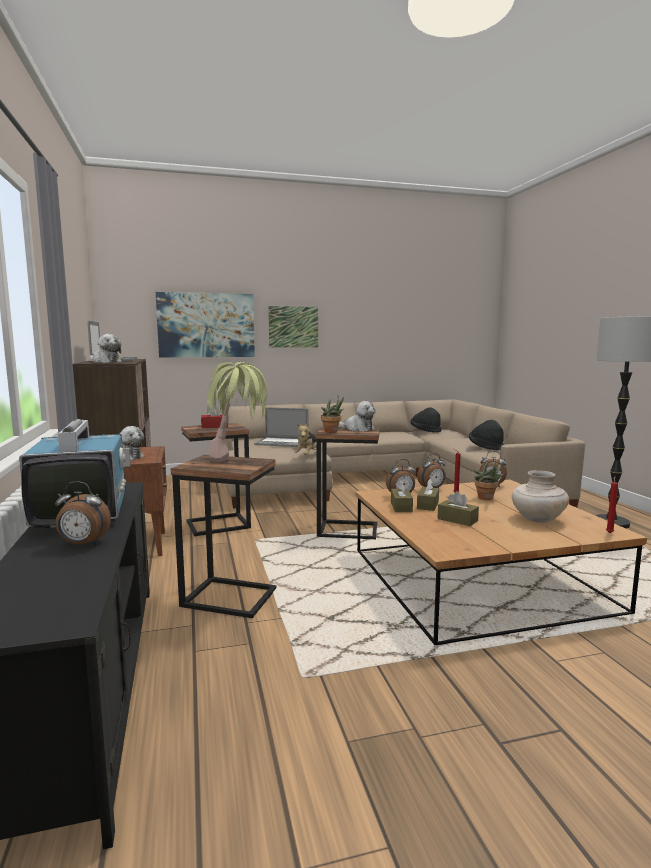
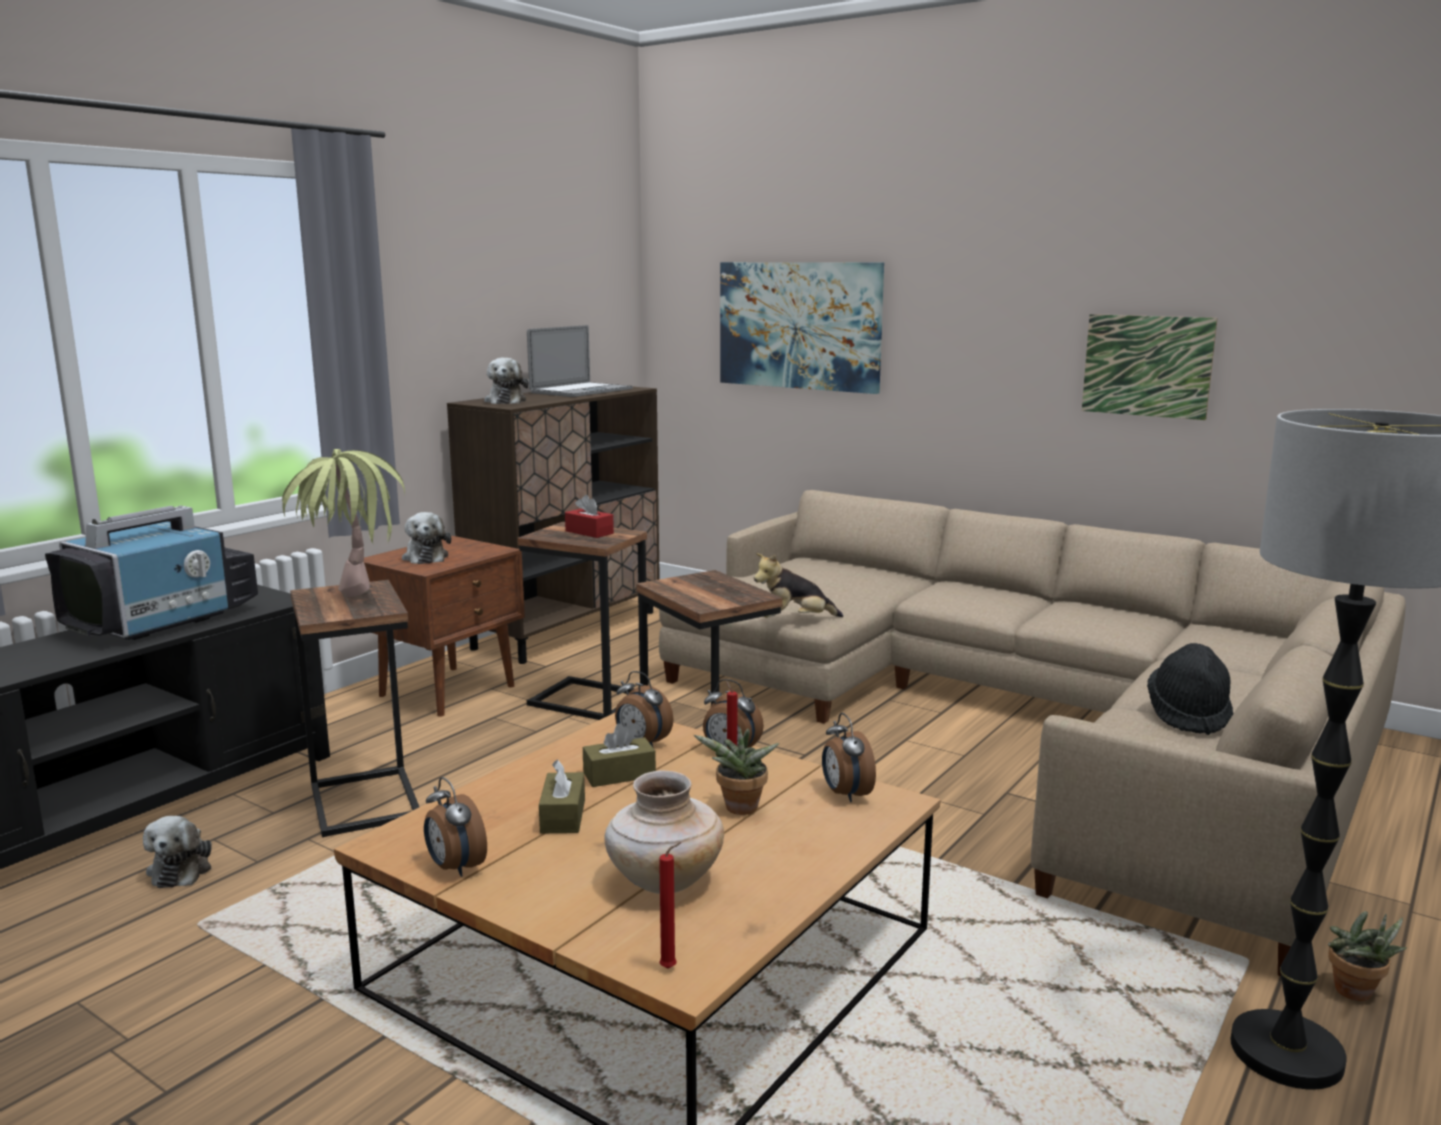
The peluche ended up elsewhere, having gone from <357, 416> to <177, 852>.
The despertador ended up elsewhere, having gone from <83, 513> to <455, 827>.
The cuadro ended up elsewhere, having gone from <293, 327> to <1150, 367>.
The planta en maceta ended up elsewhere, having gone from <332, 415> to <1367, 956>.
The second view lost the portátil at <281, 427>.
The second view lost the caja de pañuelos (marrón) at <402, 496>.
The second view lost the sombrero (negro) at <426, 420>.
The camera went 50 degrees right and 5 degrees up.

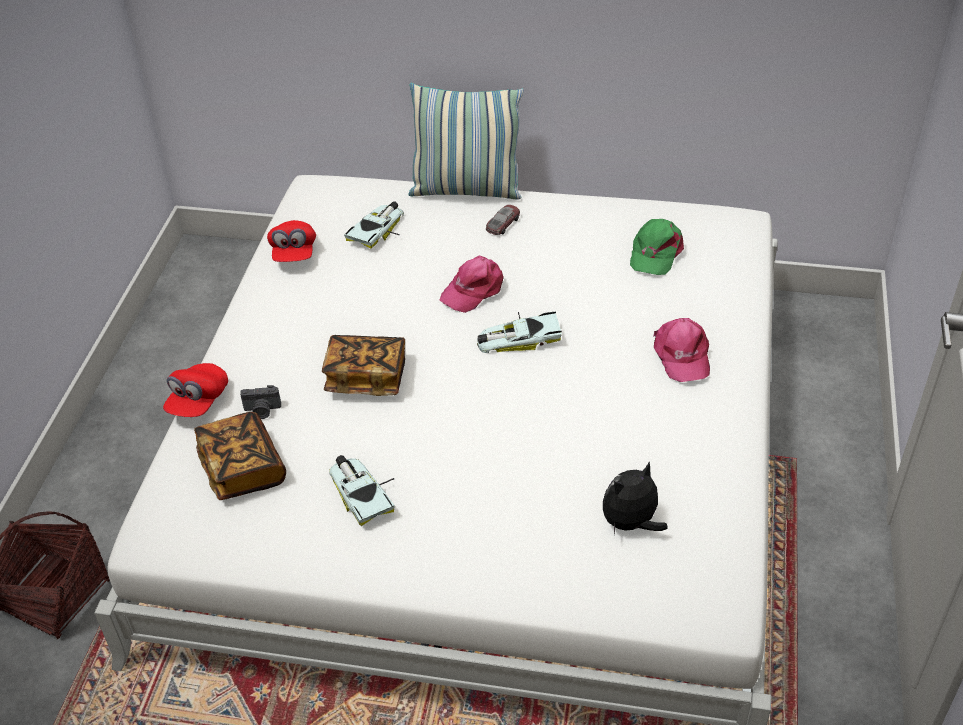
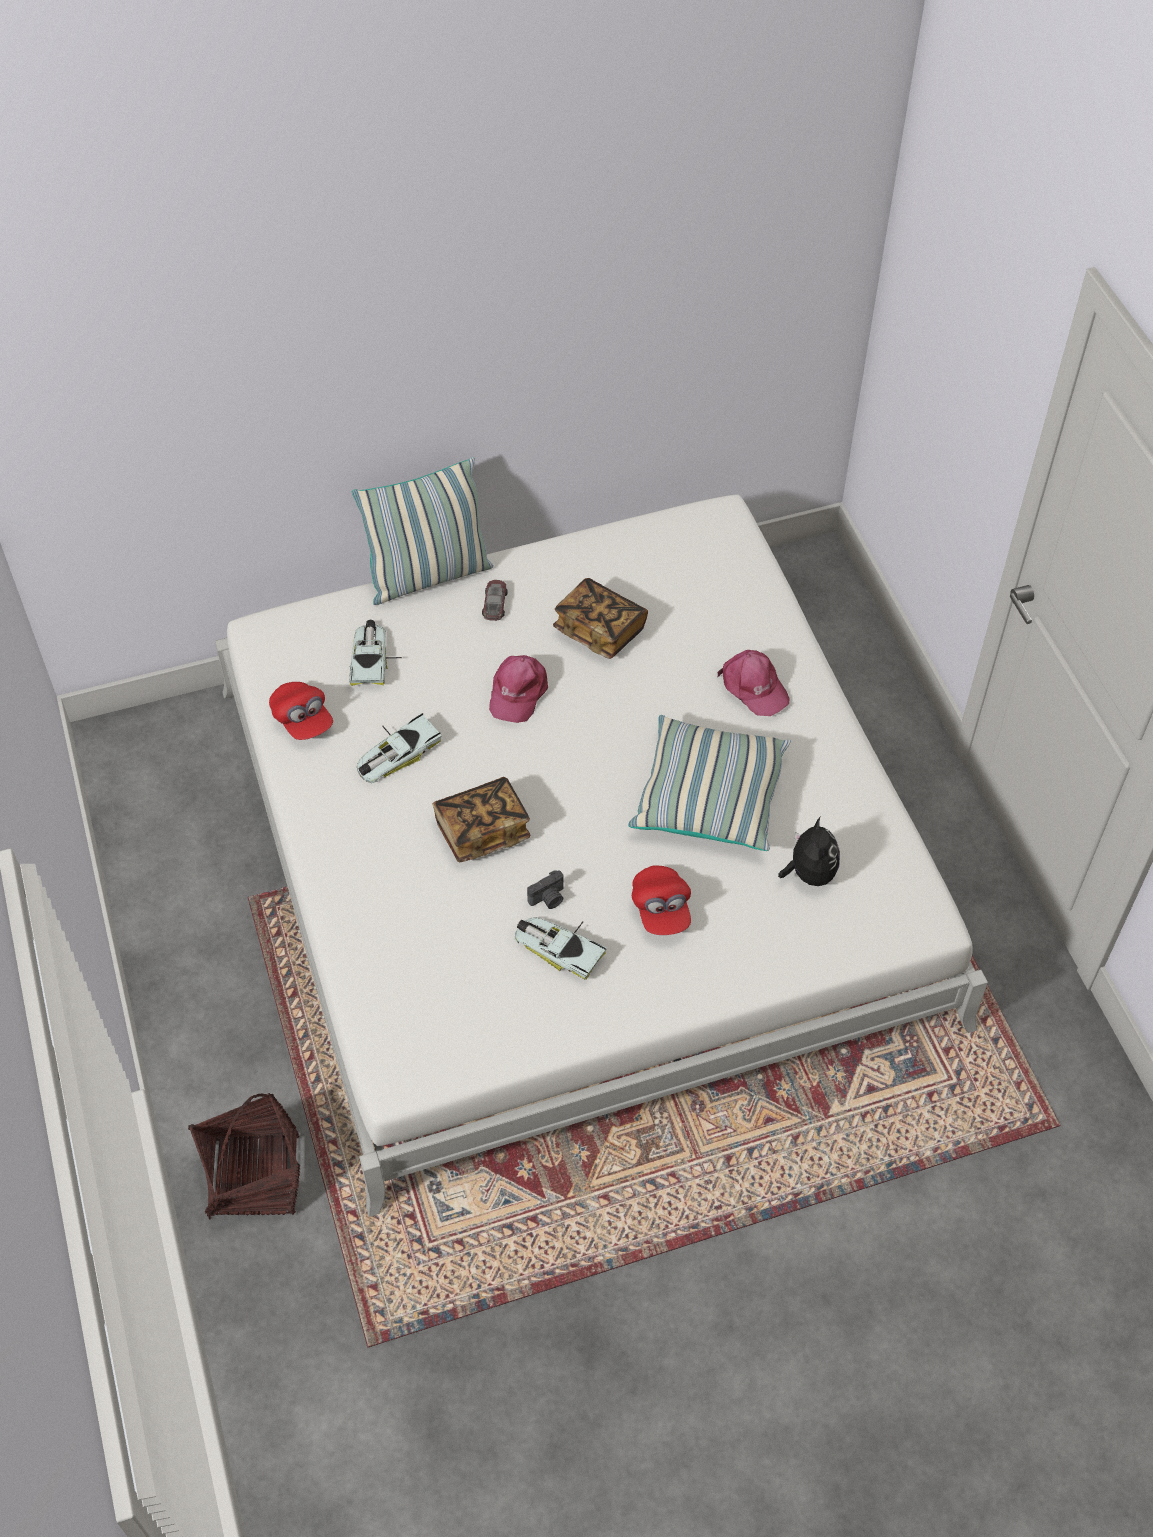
The coche de juguete ended up elsewhere, having gone from <519, 332> to <399, 748>.
The cámara ended up elsewhere, having gone from <260, 402> to <545, 889>.
The libro ended up elsewhere, having gone from <240, 456> to <600, 618>.
The second view gained the cojín at <709, 783>.
The gorra (rojo) ended up elsewhere, having gone from <195, 390> to <661, 900>.
The peluche at <635, 497> ended up facing another way, 150 degrees clockwise from before.
The second view lost the gorra (verde) at <657, 247>.
The camera went 30 degrees left and 10 degrees up.

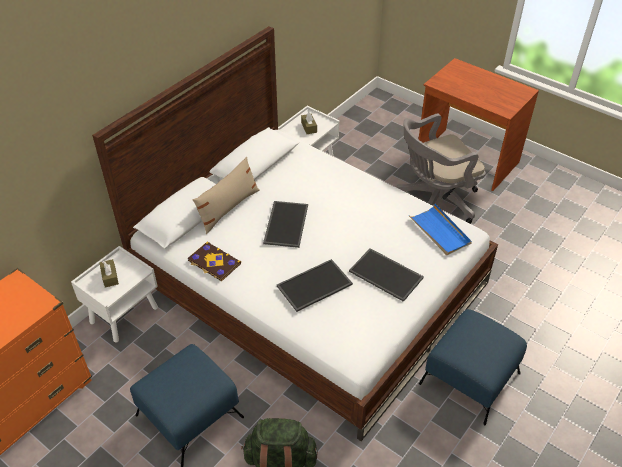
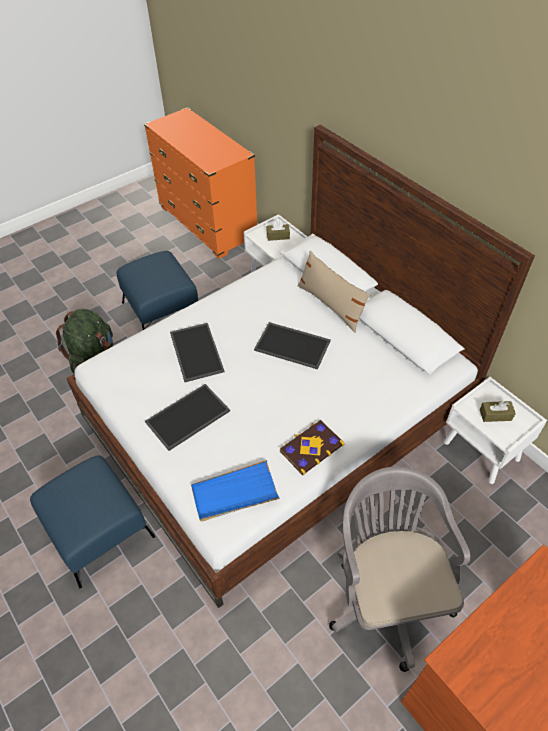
The libro ended up elsewhere, having gone from <214, 261> to <312, 447>.
The camera went 105 degrees right and 5 degrees up.

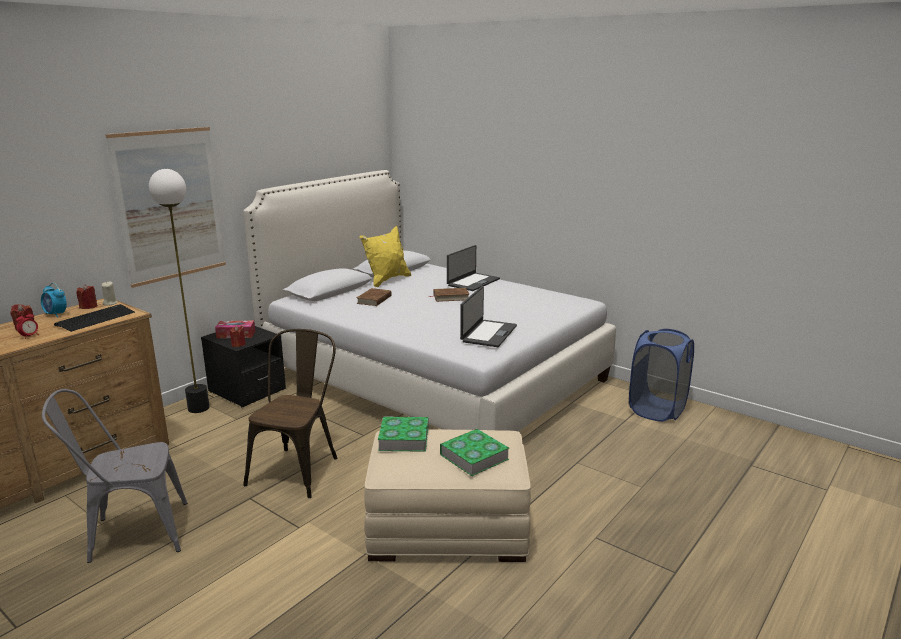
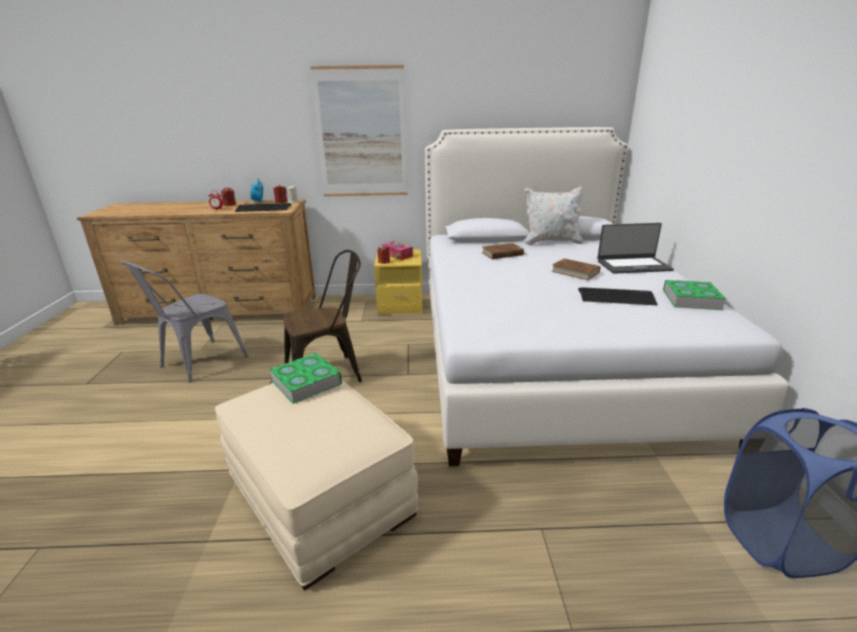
The silla (gris) at <114, 476> ended up facing another way, 90 degrees counterclockwise from before.
What was the mesita de noche (negro) at <243, 366> turned into the mesita de noche (amarillo) at <398, 281>.
What was the cojín (amarillo) at <385, 256> turned into the cojín (blanco) at <553, 215>.
The second view gained the teclado at <618, 296>.
The libro ended up elsewhere, having gone from <474, 452> to <694, 295>.
The second view lost the lámpara de pie at <179, 291>.
The second view lost the portátil at <488, 316>.
The camera went 50 degrees right and 5 degrees up.

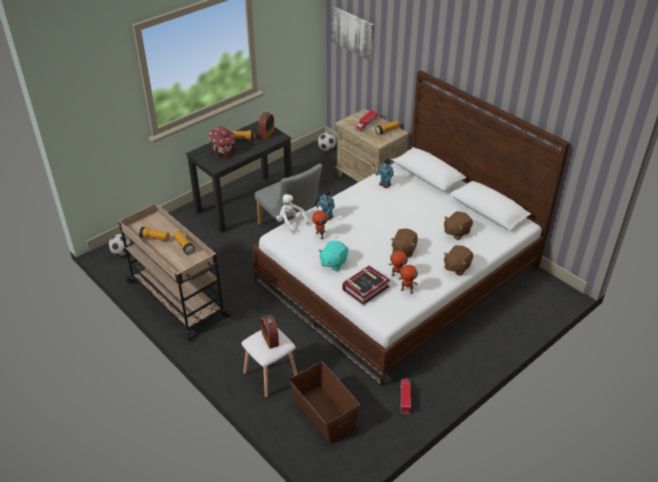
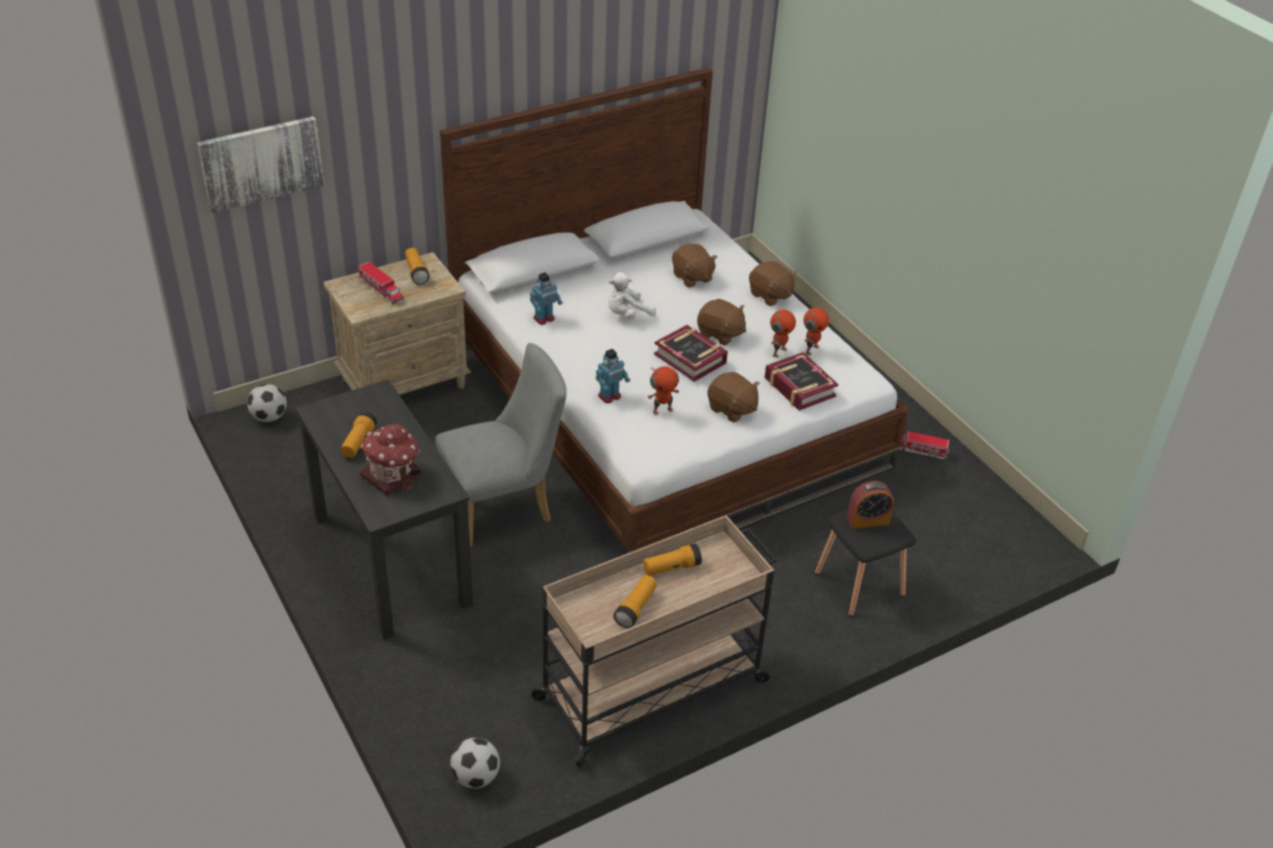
The peluche (blanco) ended up elsewhere, having gone from <292, 213> to <632, 296>.
The second view gained the libro at <691, 353>.
What was the peluche (turquesa) at <333, 256> turned into the peluche (marrón) at <733, 397>.
What was the taburete (blanco) at <269, 363> turned into the taburete (negro) at <865, 562>.
The second view lost the despertador at <266, 125>.
The second view lost the caja de almacenaje (marrón) at <324, 402>.
The camera went 80 degrees left and 0 degrees up.

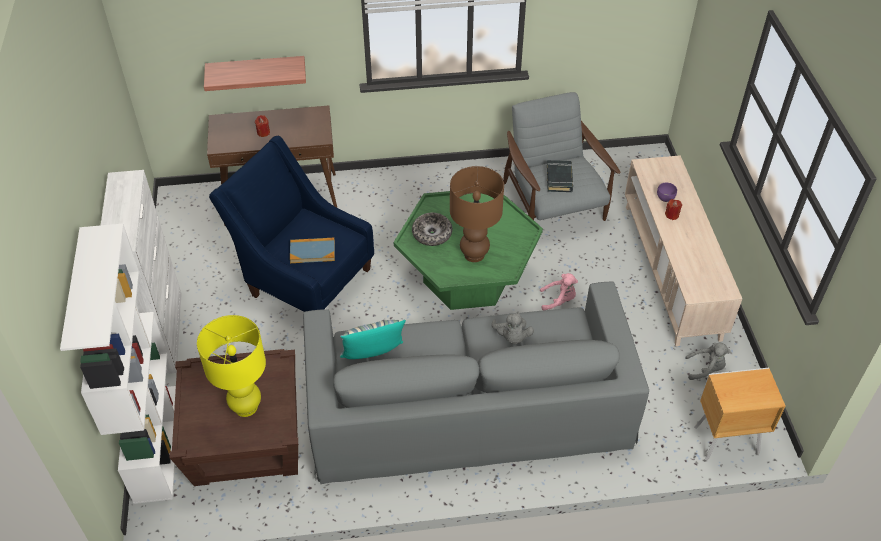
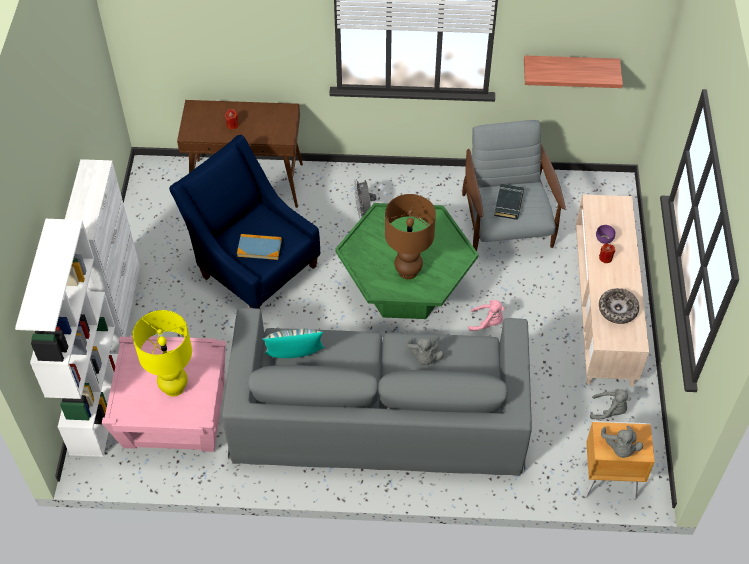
What was the mesa auxiliar (marrón) at <233, 417> turned into the mesa auxiliar (rosa) at <164, 393>.
The second view gained the ventilador (gris) at <365, 199>.
The estante ended up elsewhere, having gone from <255, 73> to <573, 71>.
The cuenco ended up elsewhere, having gone from <432, 229> to <619, 306>.
The second view gained the peluche (gris) at <622, 441>.
The camera went 10 degrees right and 5 degrees up.

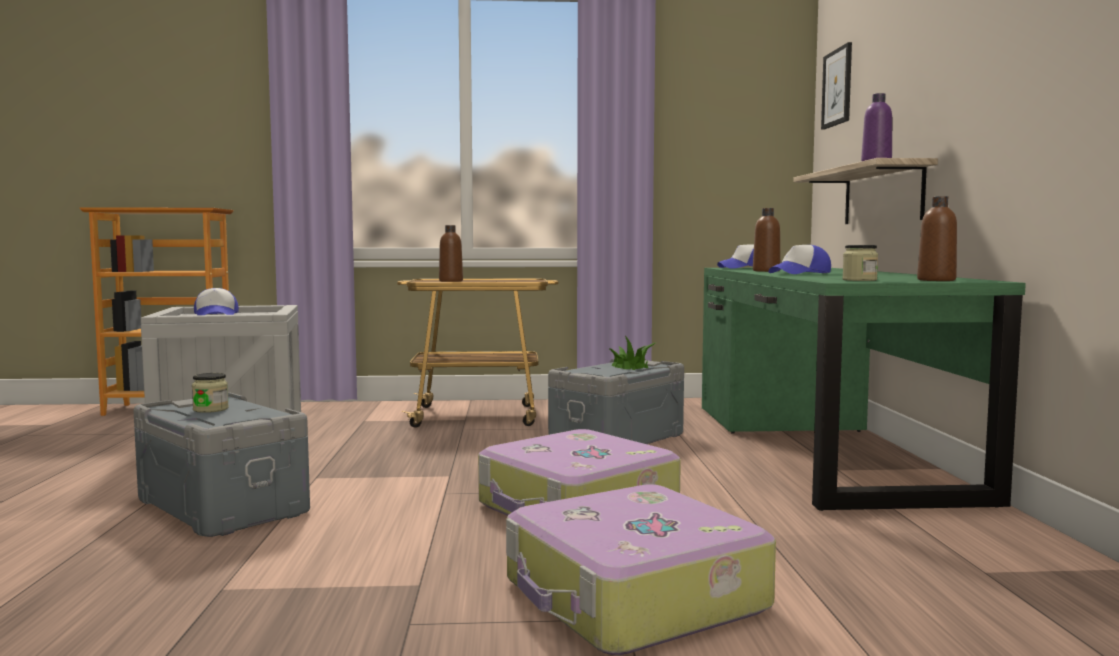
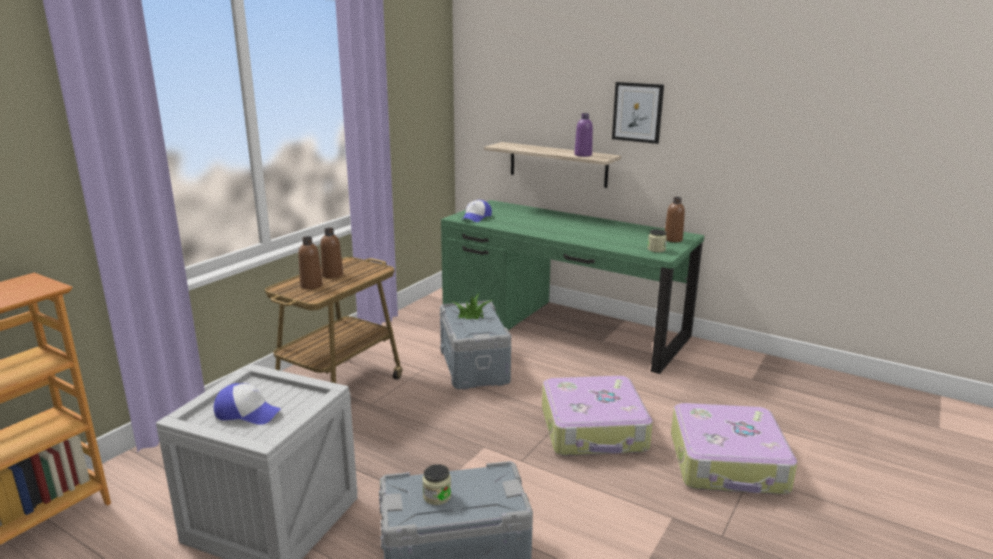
The botella (marrón) ended up elsewhere, having gone from <766, 240> to <331, 253>.
The cuadro ended up elsewhere, having gone from <836, 86> to <638, 113>.
The second view lost the gorra at <799, 259>.
The camera went 55 degrees left and 15 degrees up.

